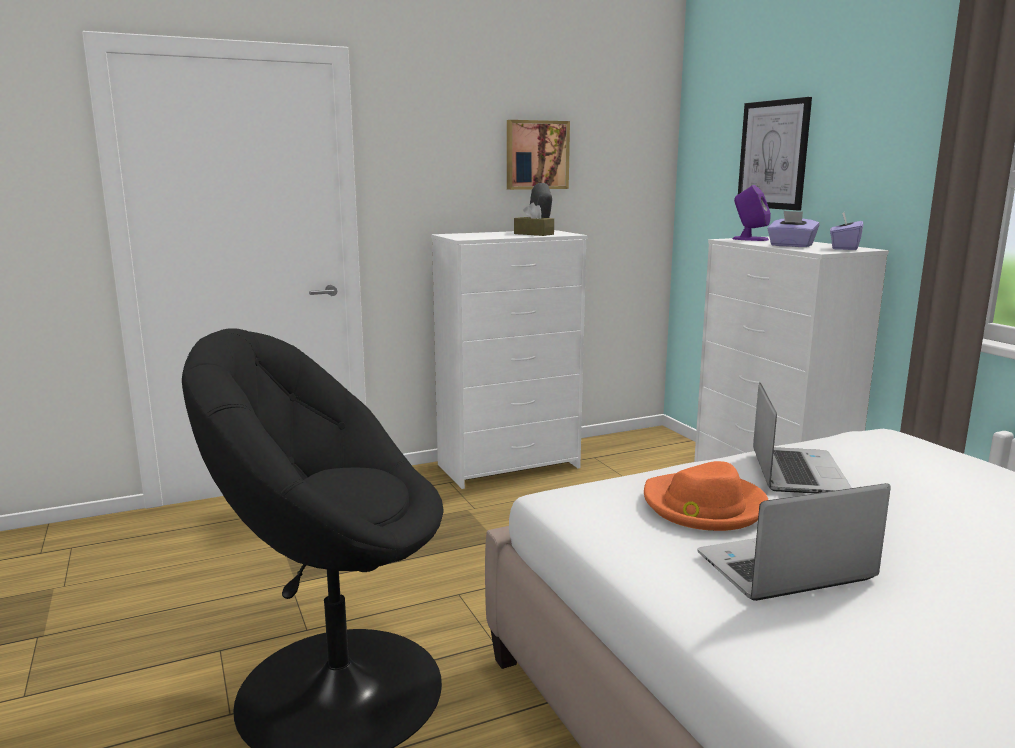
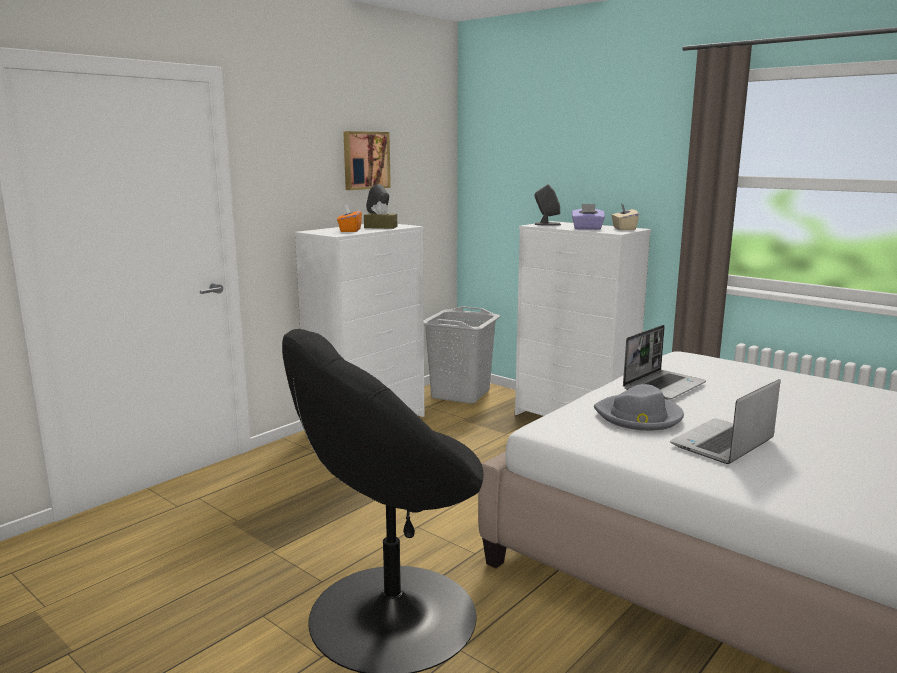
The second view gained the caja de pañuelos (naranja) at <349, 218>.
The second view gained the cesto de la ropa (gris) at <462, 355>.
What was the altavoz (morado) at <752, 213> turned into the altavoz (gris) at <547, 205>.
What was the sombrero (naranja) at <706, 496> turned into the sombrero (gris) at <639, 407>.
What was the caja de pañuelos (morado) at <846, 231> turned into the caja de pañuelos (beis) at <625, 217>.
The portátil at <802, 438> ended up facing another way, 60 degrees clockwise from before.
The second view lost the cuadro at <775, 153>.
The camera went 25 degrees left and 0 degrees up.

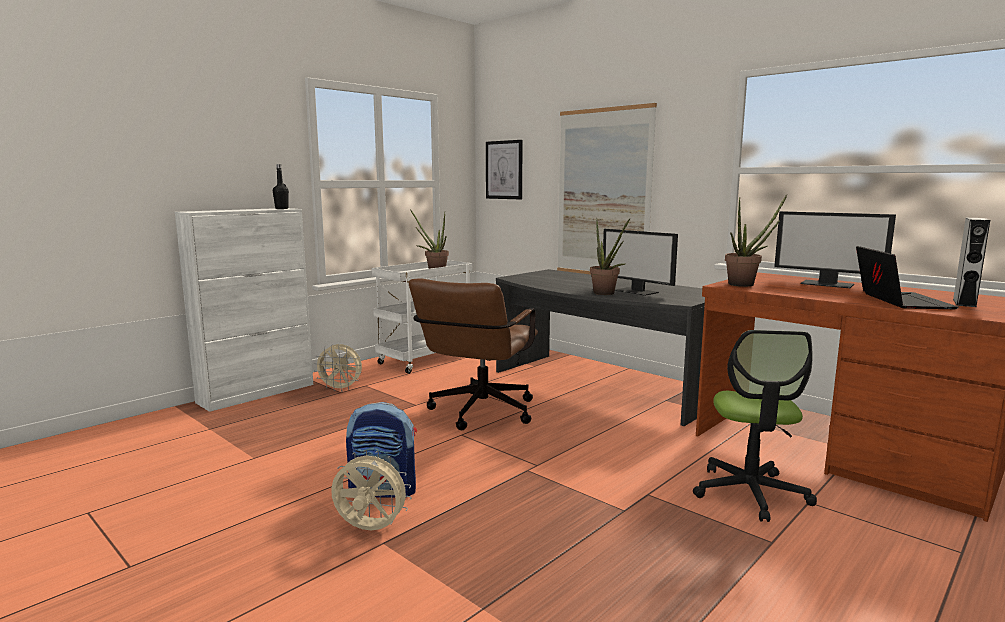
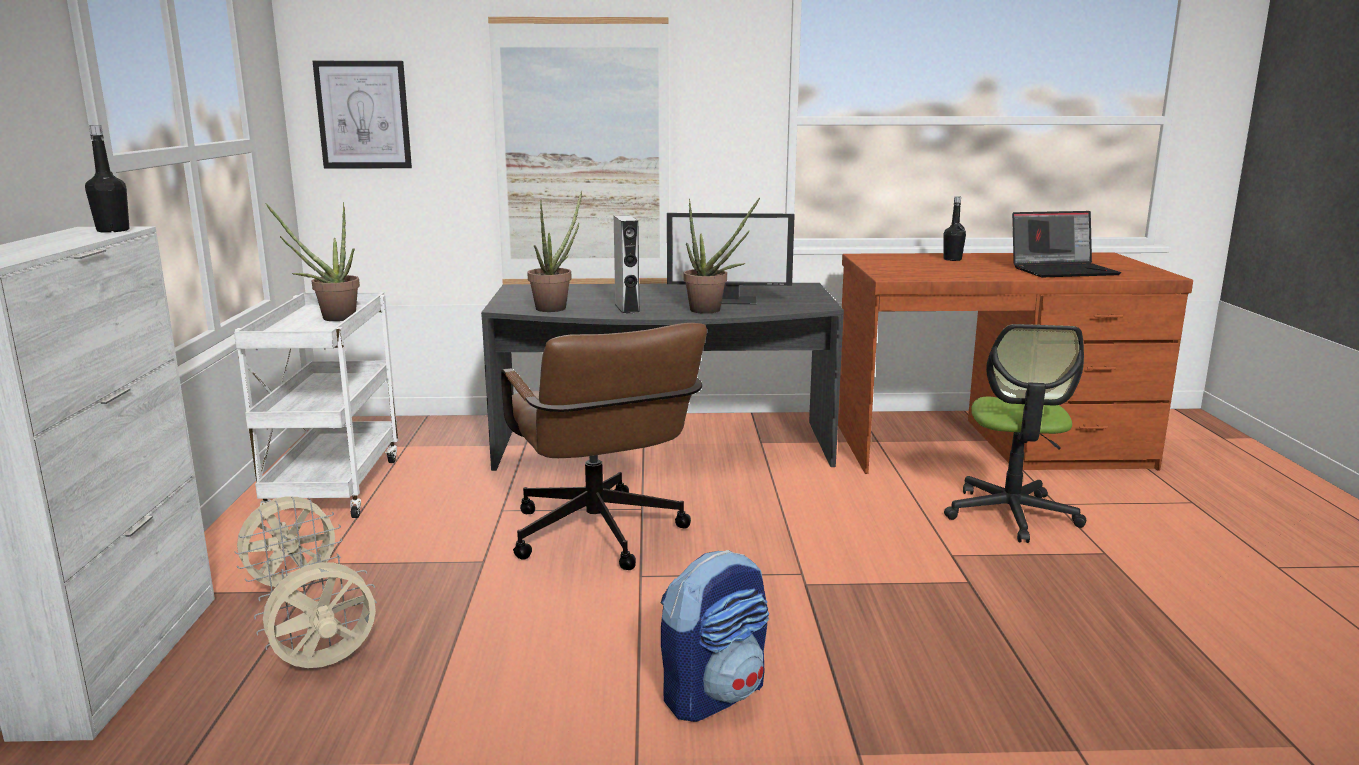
The ventilador (beis) ended up elsewhere, having gone from <371, 490> to <315, 611>.
The planta en maceta ended up elsewhere, having gone from <756, 240> to <554, 251>.
The altavoz (gris) ended up elsewhere, having gone from <971, 262> to <627, 264>.
Where the monitor stood at <835, 249>, the botella (negro) came to stand at <954, 228>.
The silla de oficina at <755, 426> ended up facing another way, 45 degrees clockwise from before.
The portátil at <907, 277> ended up facing another way, 120 degrees clockwise from before.
The camera went 45 degrees left and 5 degrees up.

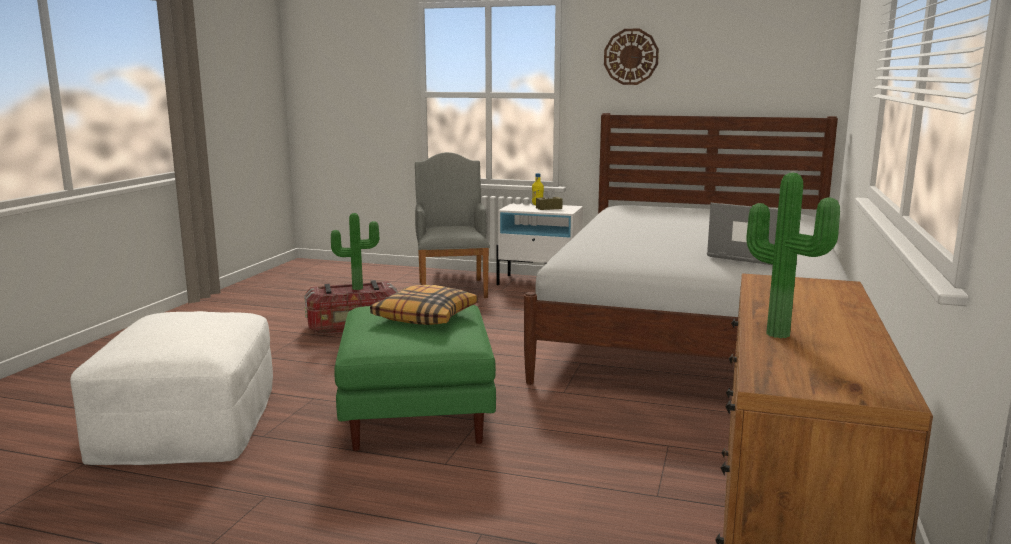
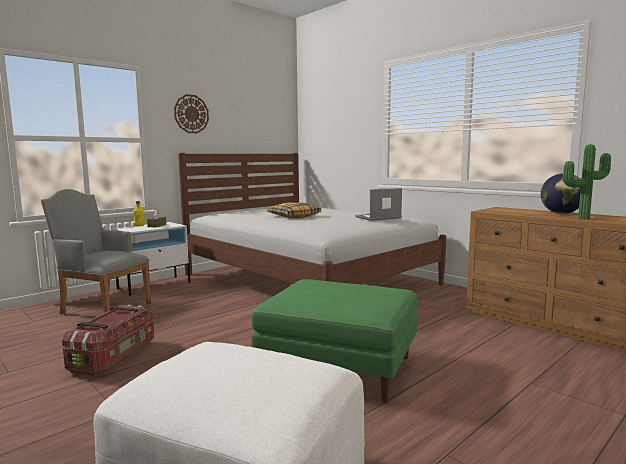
The cojín ended up elsewhere, having gone from <424, 305> to <294, 210>.
The second view gained the globo terráqueo at <561, 193>.
The second view lost the planta en maceta at <355, 251>.
The camera went 60 degrees left and 5 degrees down.

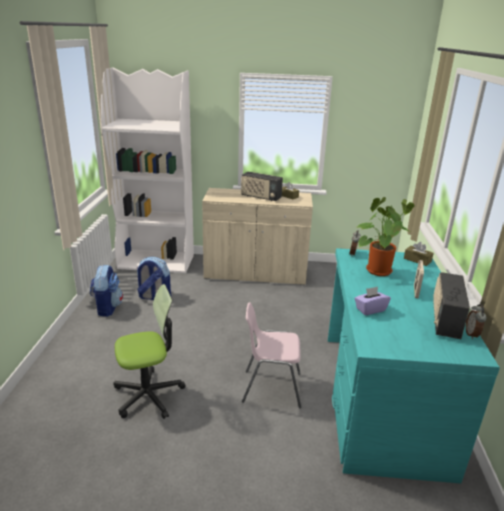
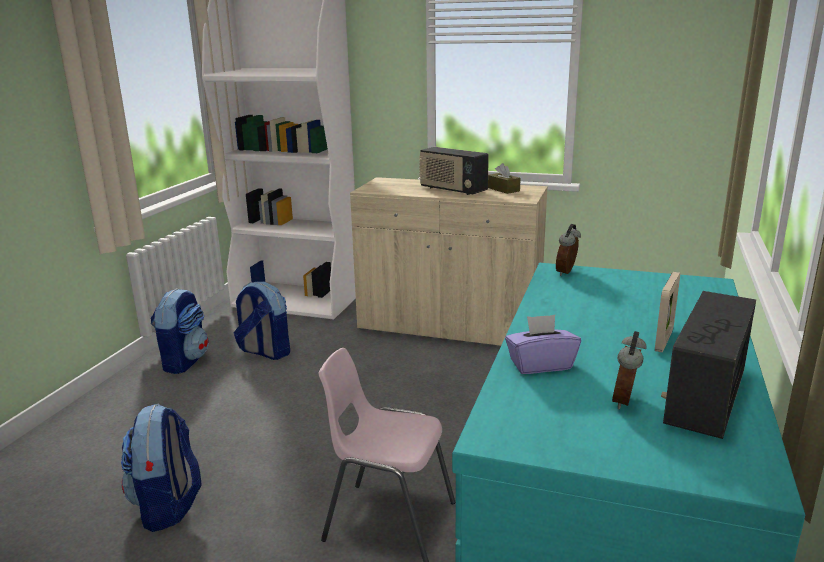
Where the silla de oficina stood at <150, 351>, the mochila came to stand at <161, 467>.
The despertador ended up elsewhere, having gone from <476, 321> to <629, 370>.
The second view lost the planta en maceta at <385, 236>.
The second view lost the caja de pañuelos (marrón) at <419, 254>.
The camera went 15 degrees right and 5 degrees down.

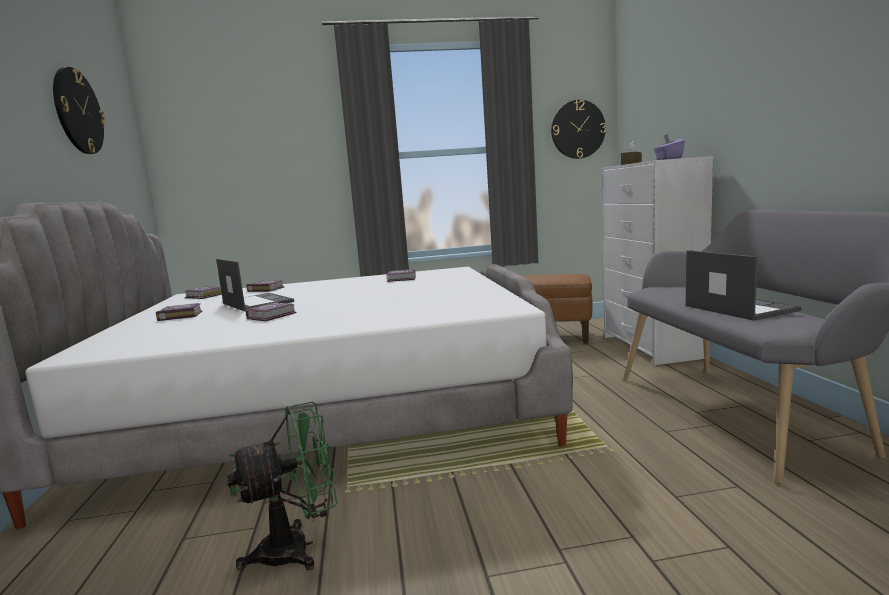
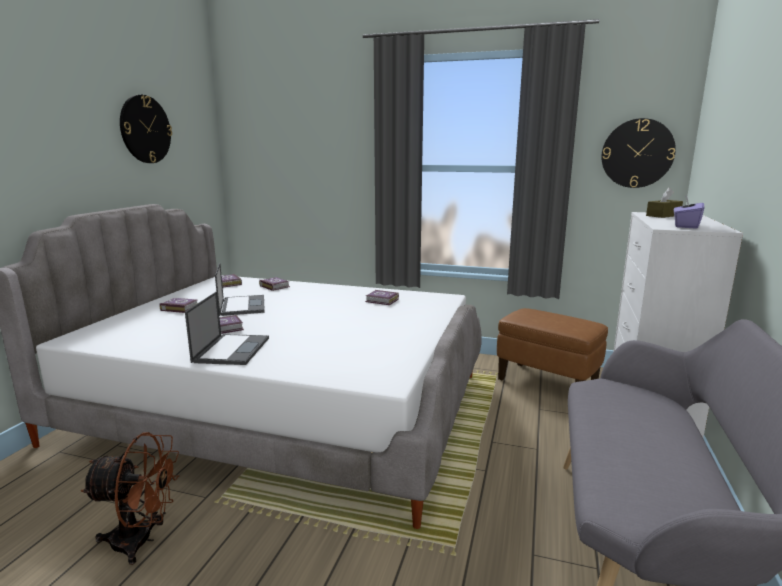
What was the ventilador (verde) at <281, 485> turned into the ventilador (marrón) at <130, 498>.
The portátil ended up elsewhere, having gone from <743, 285> to <227, 328>.
The camera went 25 degrees right and 5 degrees up.

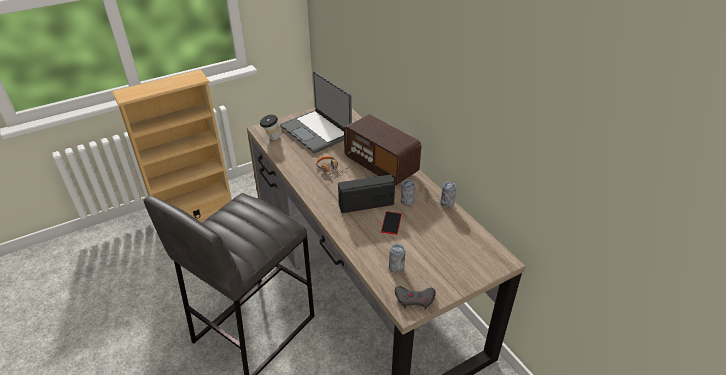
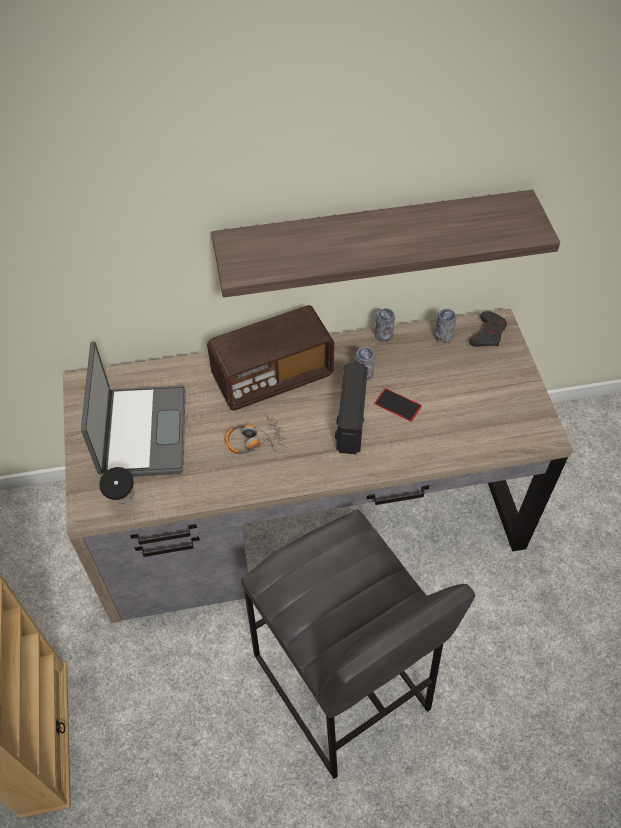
The portátil at <316, 113> ended up facing another way, 75 degrees counterclockwise from before.
The second view gained the estante at <386, 244>.
The lata ended up elsewhere, having gone from <397, 258> to <445, 326>.
The mando de consola (gris) ended up elsewhere, having gone from <415, 298> to <488, 329>.
The camera went 70 degrees left and 15 degrees up.

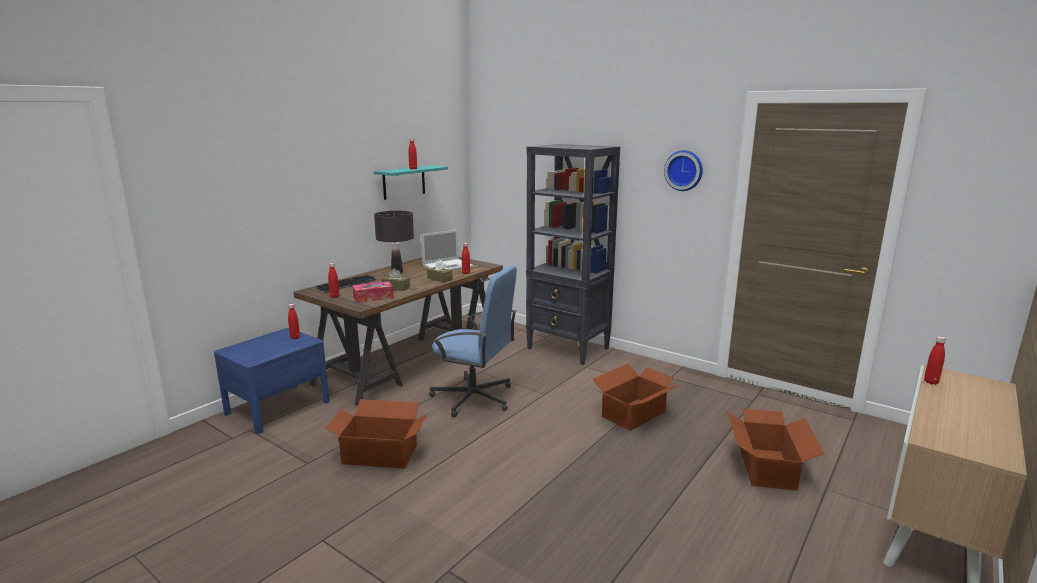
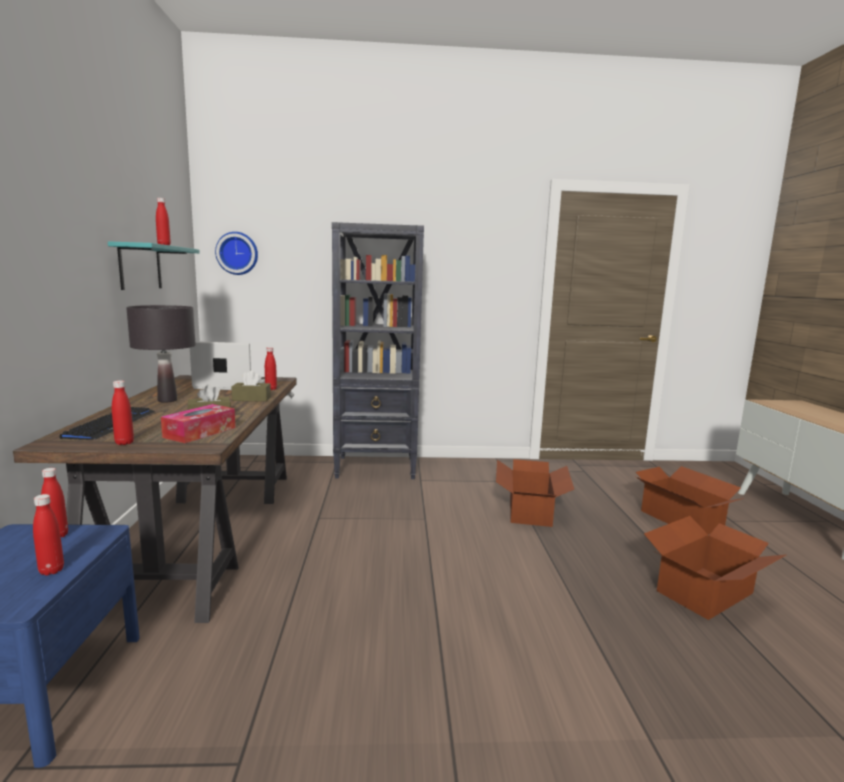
The botella (rojo) ended up elsewhere, having gone from <935, 360> to <48, 535>.
The portátil at <447, 250> ended up facing another way, 105 degrees counterclockwise from before.
The reloj de pared ended up elsewhere, having gone from <683, 170> to <236, 253>.
The caja de cartón ended up elsewhere, having gone from <376, 434> to <715, 568>.
The second view lost the silla de oficina (azul) at <473, 342>.
The camera went 40 degrees left and 5 degrees down.

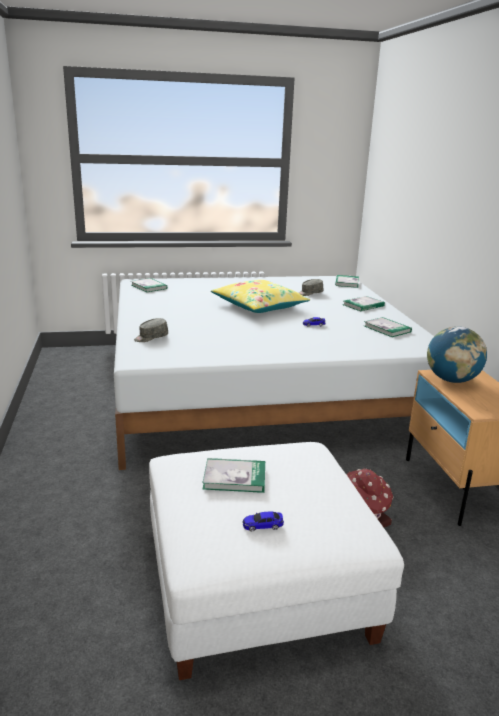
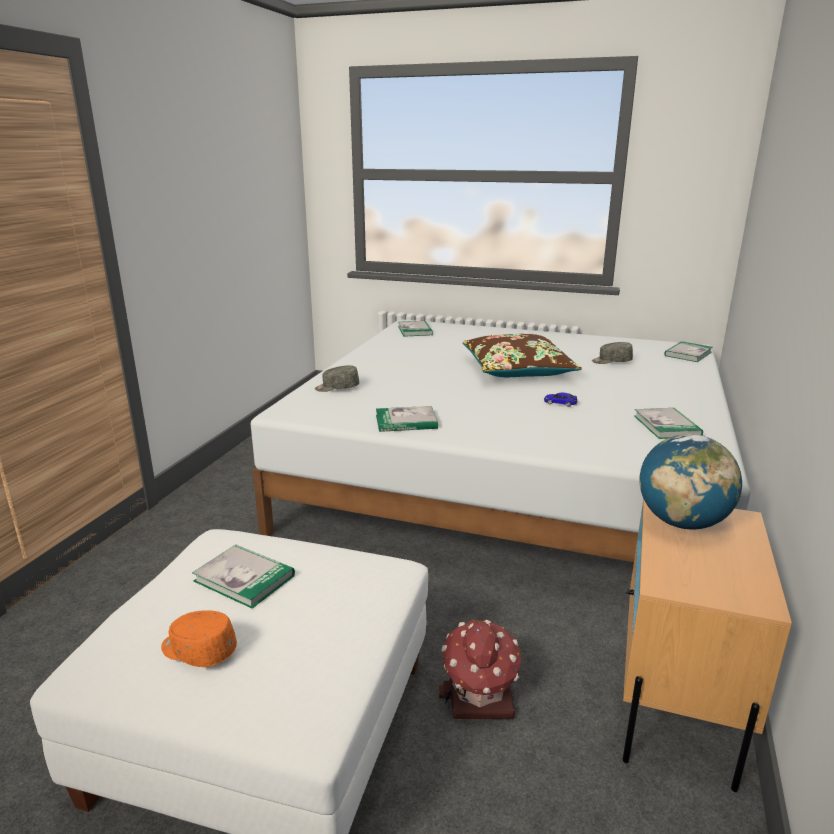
Where the coche de juguete stood at <263, 521>, the gorra (naranja) came to stand at <199, 638>.
The libro ended up elsewhere, having gone from <364, 303> to <407, 419>.
What was the cojín (amarillo) at <260, 296> turned into the cojín (marrón) at <522, 355>.
The camera went 30 degrees right and 0 degrees up.

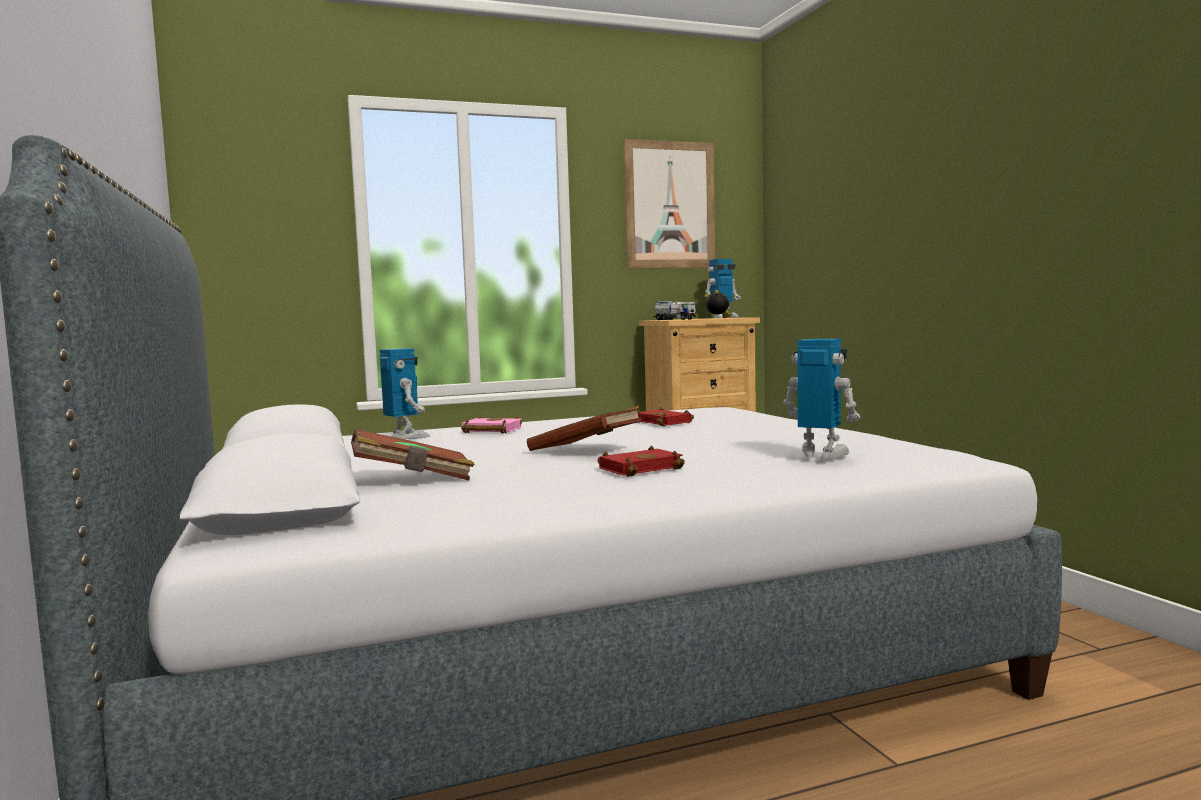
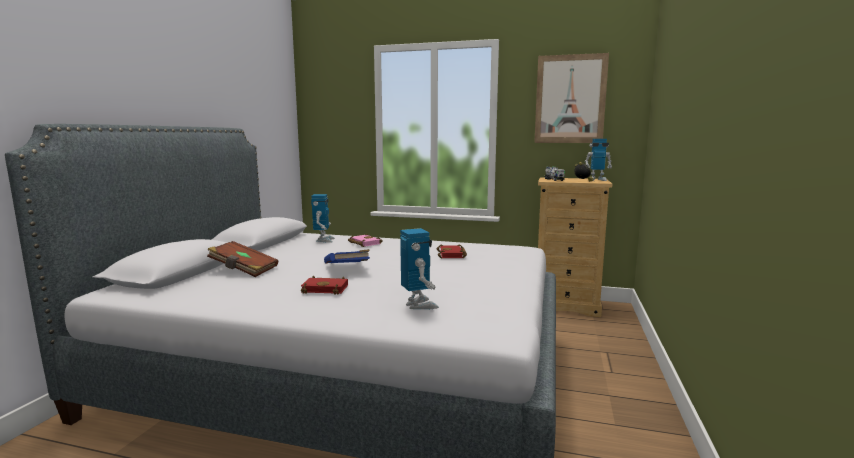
What was the libro (marrón) at <584, 428> turned into the libro (azul) at <347, 256>.
The camera went 35 degrees right and 5 degrees up.

